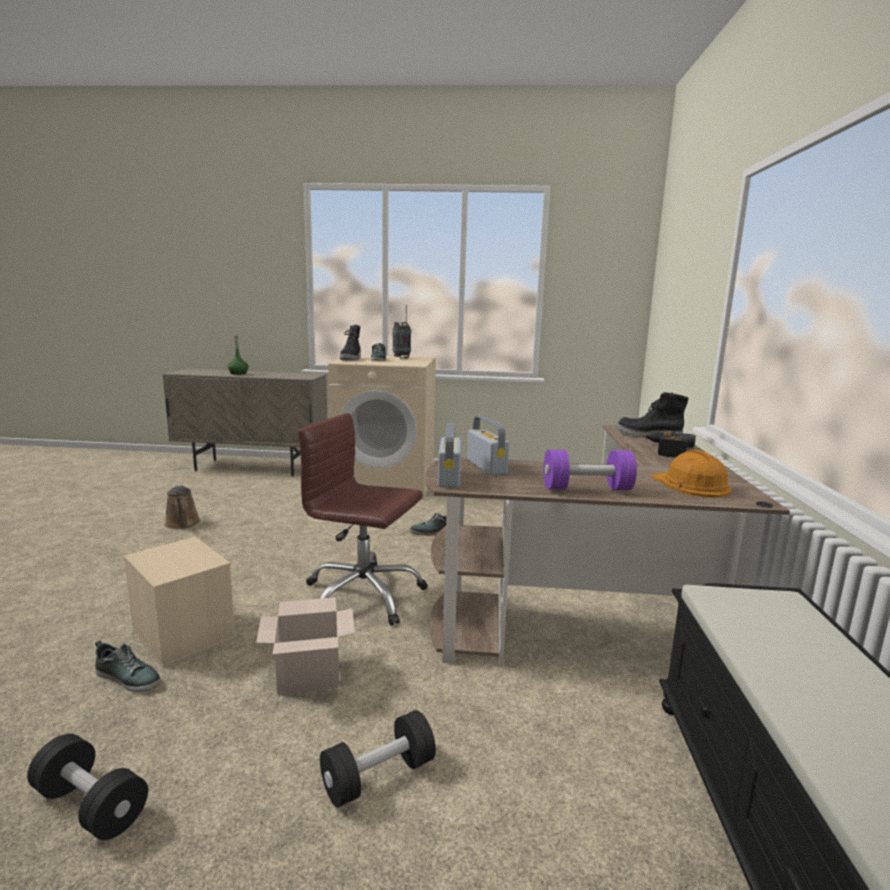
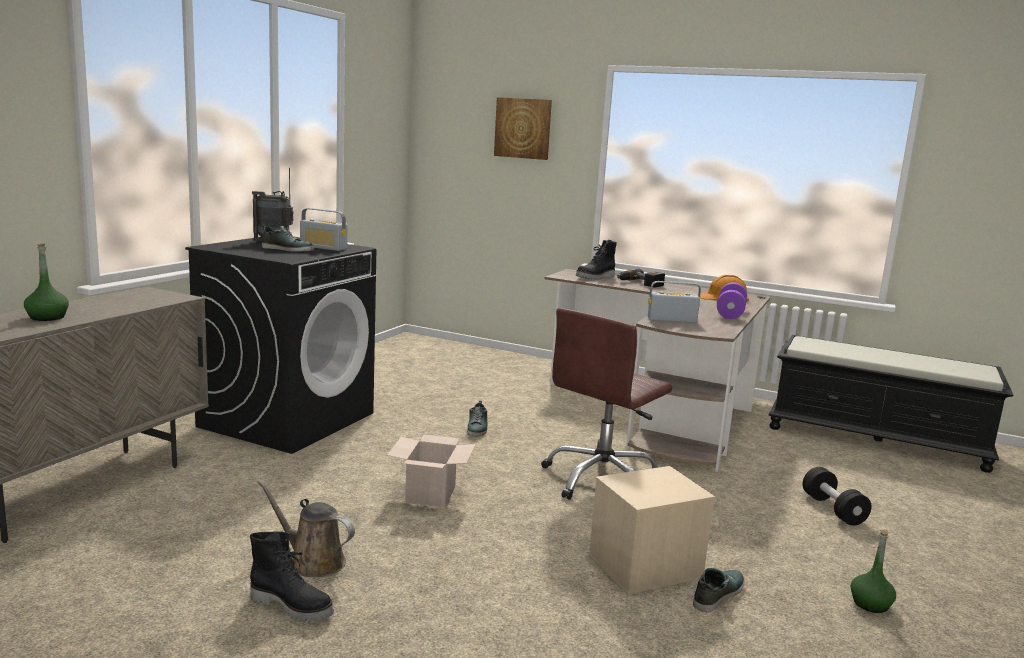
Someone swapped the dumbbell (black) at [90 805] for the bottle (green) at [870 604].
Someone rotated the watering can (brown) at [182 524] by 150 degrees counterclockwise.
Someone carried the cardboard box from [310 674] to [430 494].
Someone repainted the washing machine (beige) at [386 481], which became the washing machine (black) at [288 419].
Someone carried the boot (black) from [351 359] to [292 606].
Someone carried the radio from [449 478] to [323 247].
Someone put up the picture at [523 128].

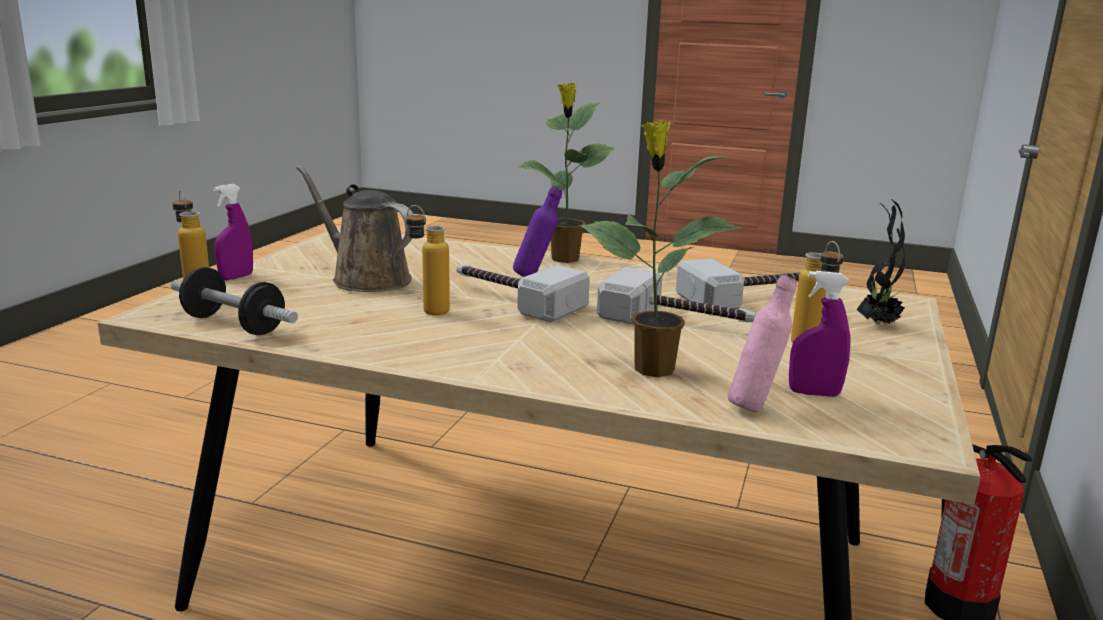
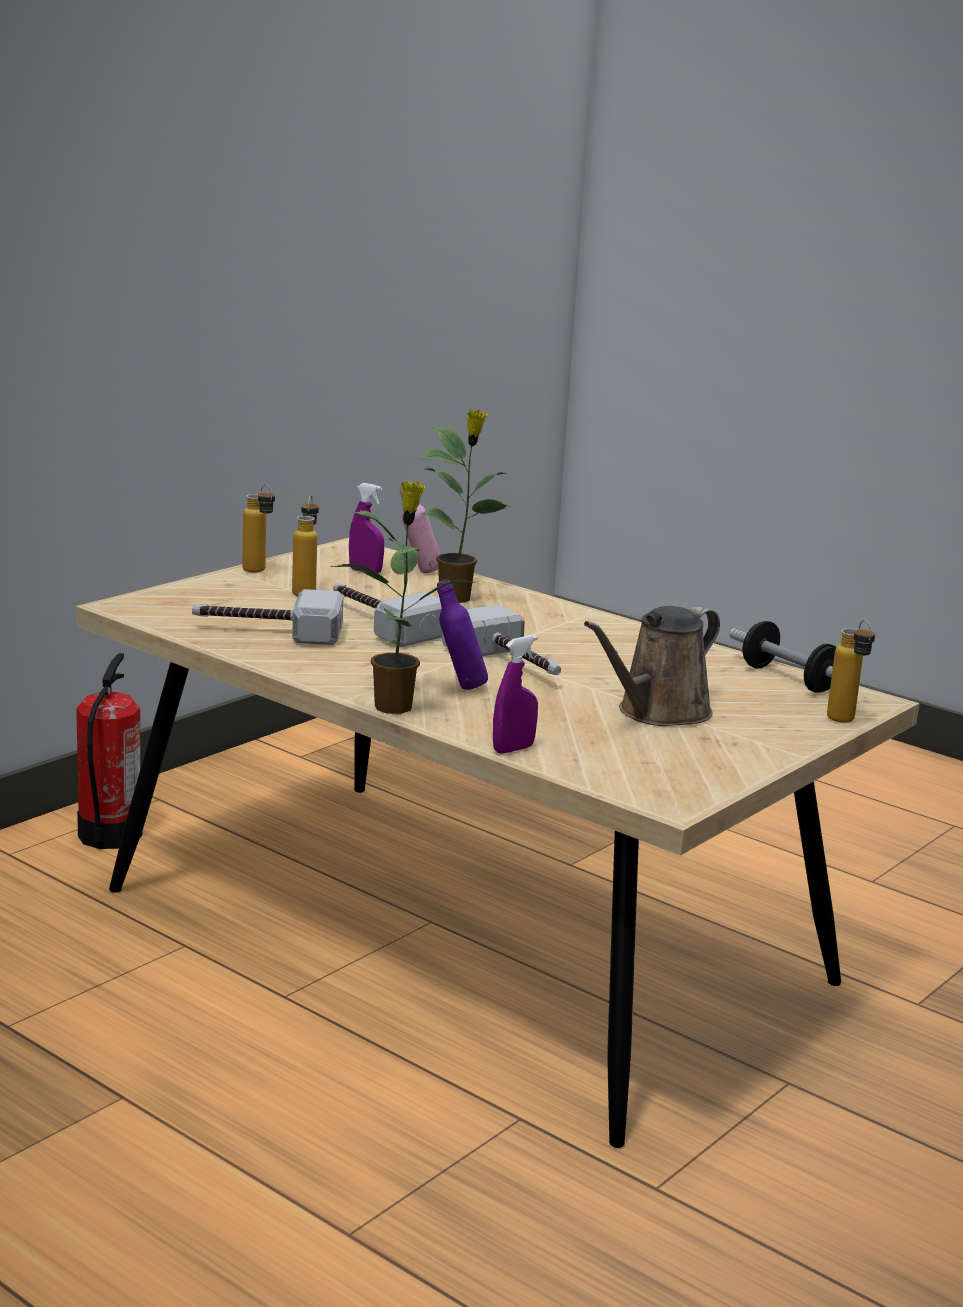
Someone carried the spray bottle (purple) from [236 277] to [513 749].
Someone rotated the watering can (brown) at [365 279] by 75 degrees clockwise.
Someone carried the bottle from [427 309] to [259 572].
Someone took away the potted plant at [878 324].

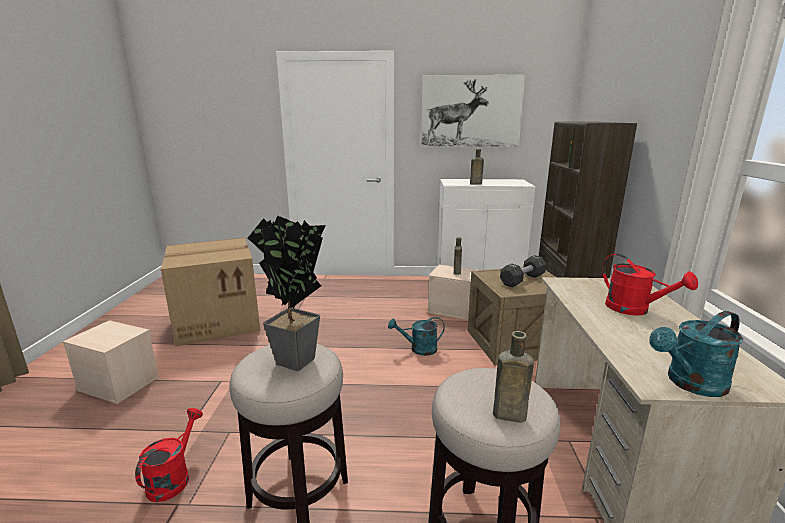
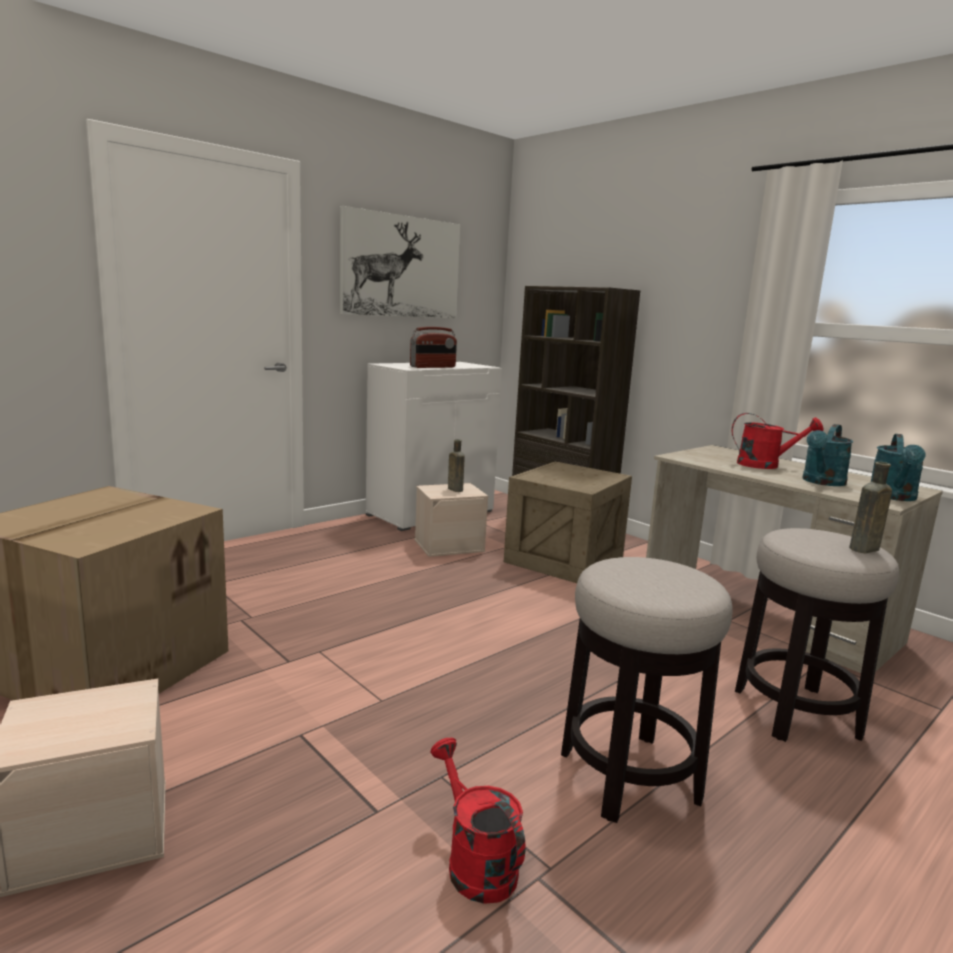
Someone took away the potted plant at [298 364].
Someone carried the watering can (turquoise) from [418 349] to [821 482].
Someone swapped the bottle (brown) at [475 184] for the radio at [433 367].
Someone took away the dumbbell (black) at [522 280].

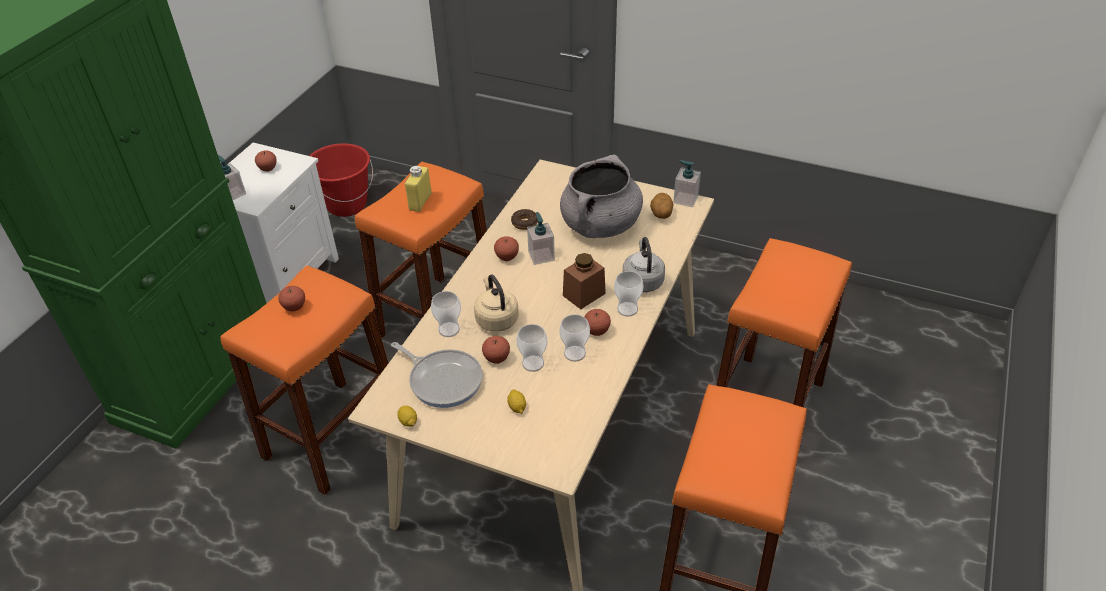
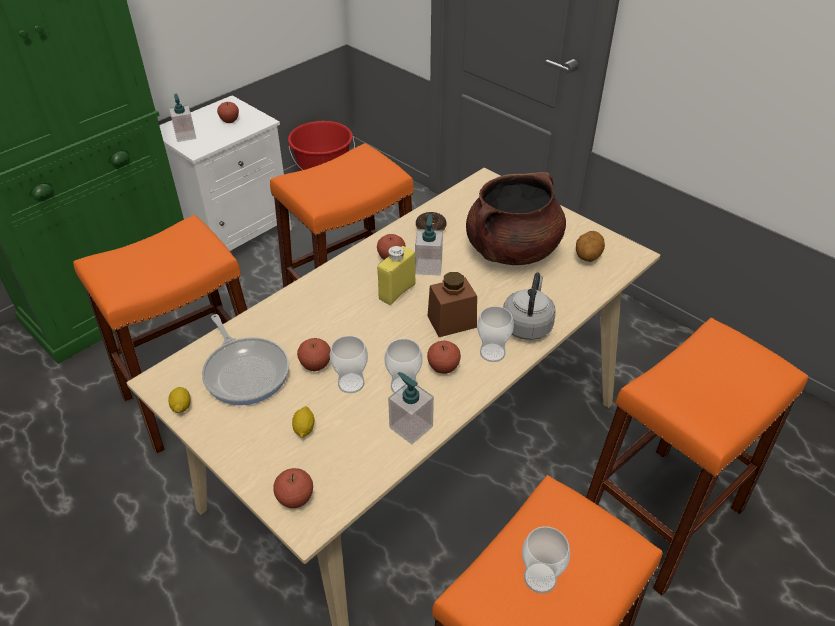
Someone carried the apple from [294 307] to [295 498].
Someone carried the bottle (yellow) from [420 202] to [397 291].
Someone carried the cup from [449 329] to [540 578].
Someone took away the kettle (beige) at [496 319].
Someone repainted the cooking pot (grey) at [600 225], which became the cooking pot (brown) at [512 251].
Someone carried the soap dispenser from [685 199] to [411 427].

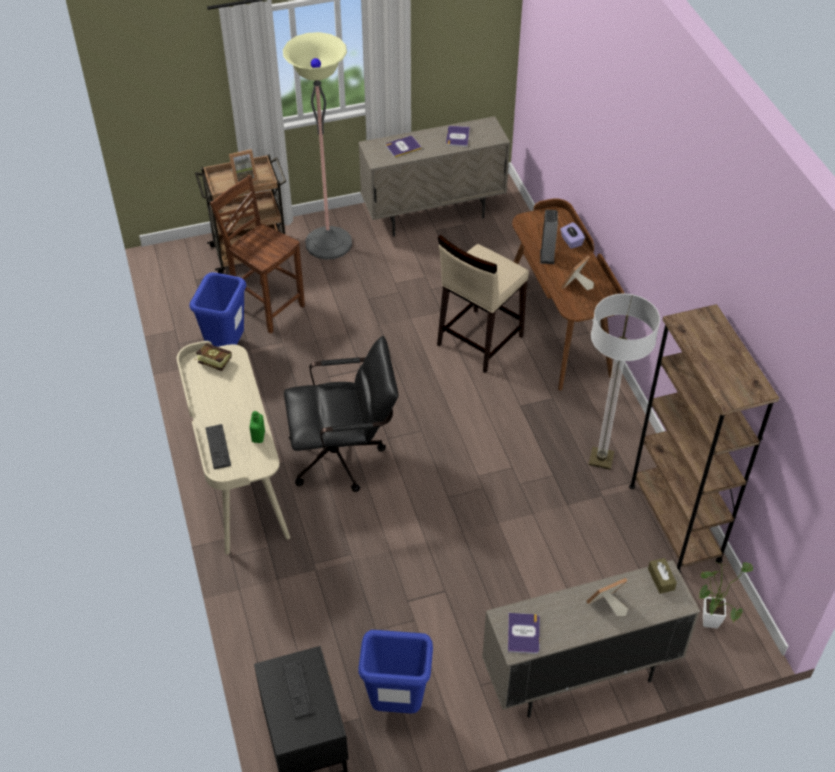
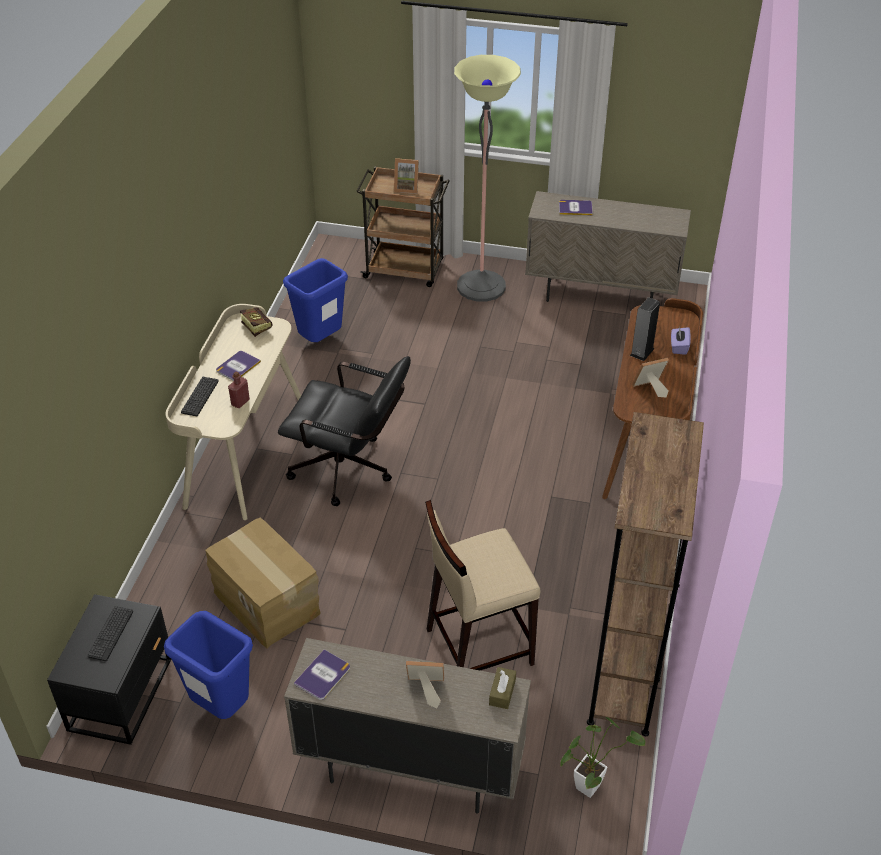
Someone took away the chair (brown) at [266 306].
Someone repainted the bottle (green) at [258 436], which became the bottle (red) at [240 402].
Someone carried the stool (beige) from [479 341] to [478 646].
Someone carried the book from [457 137] to [238 366].
Someone took away the floor lamp at [601 459].
Someone put down the cardboard box at [267 602].

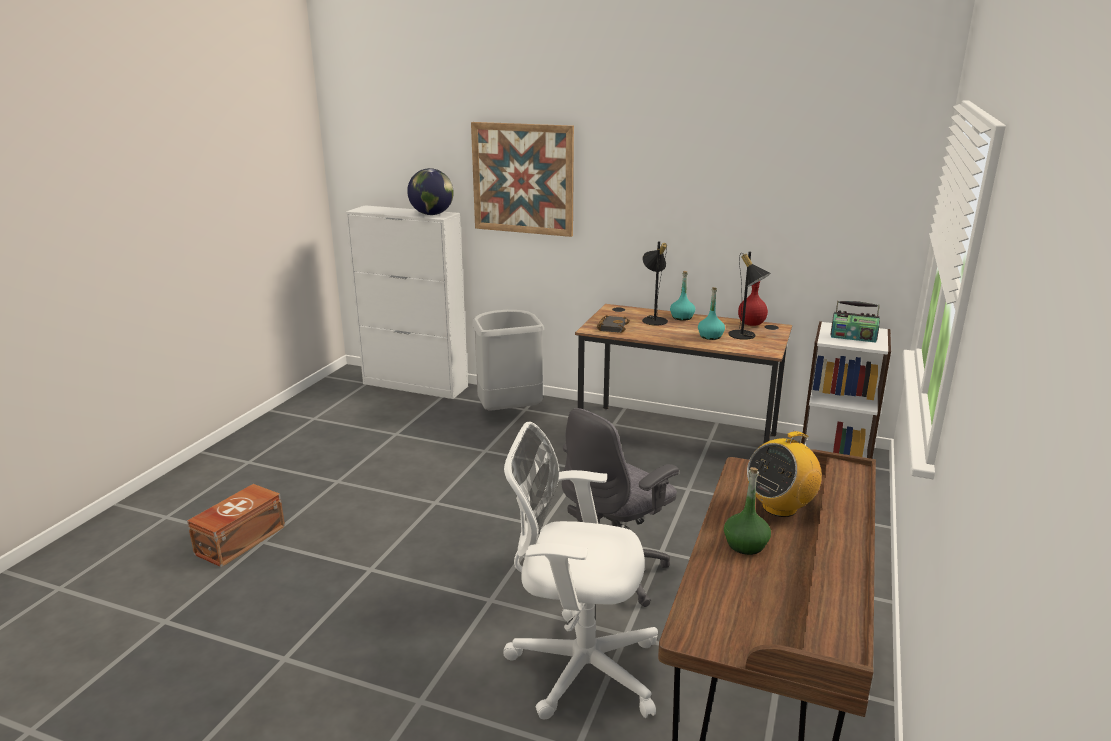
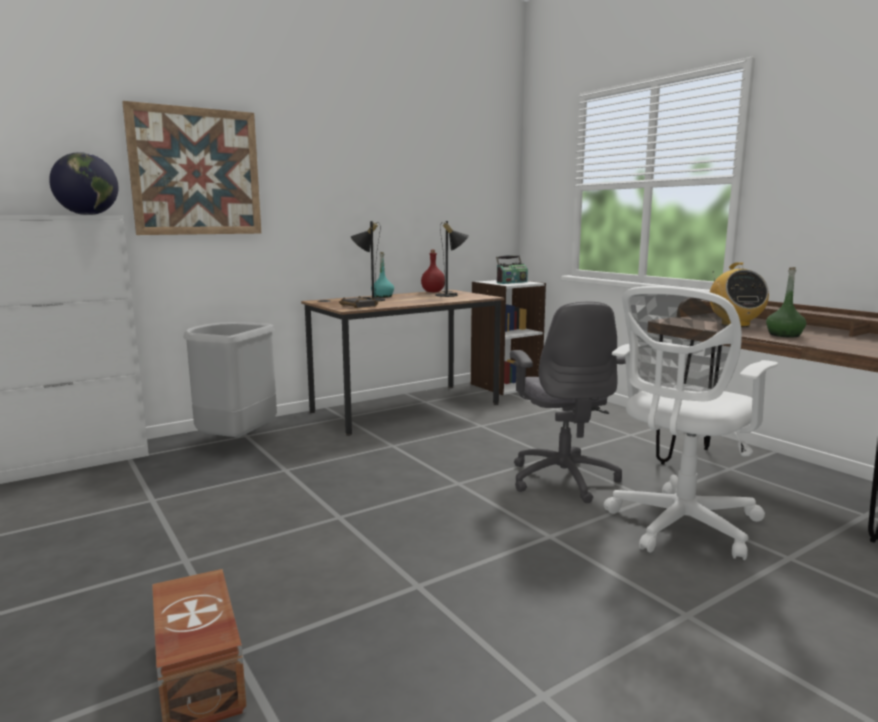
Someone took away the bottle (turquoise) at [710 336].

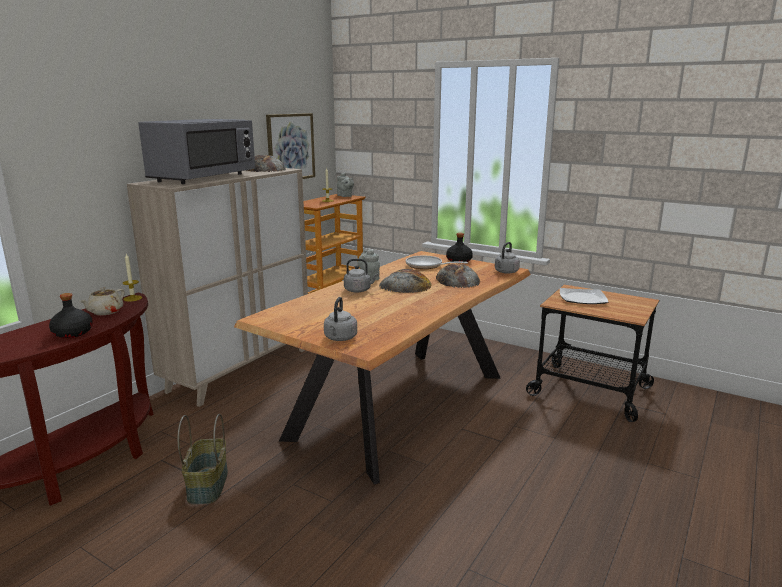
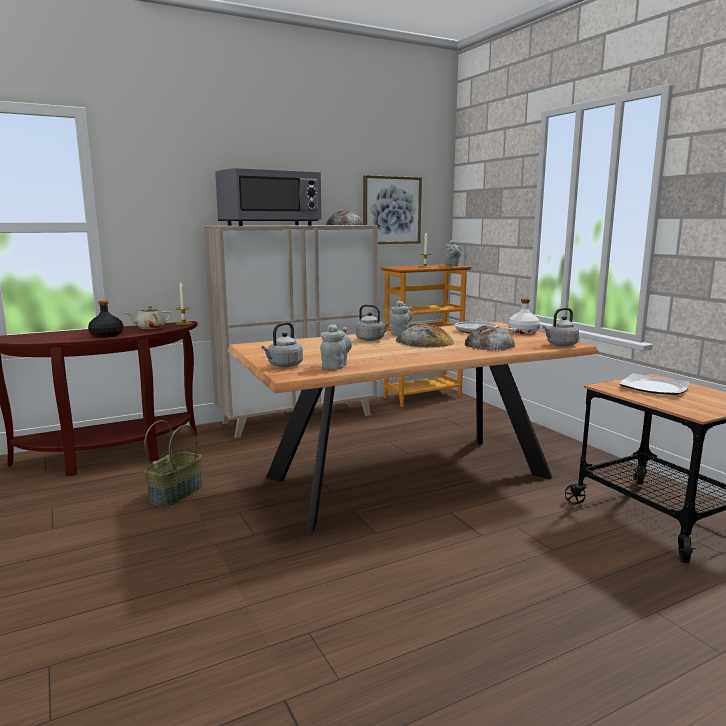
Someone repainted the bottle (black) at [458 261], which became the bottle (white) at [523 332].
Someone put down the teapot (grey) at [335 366].

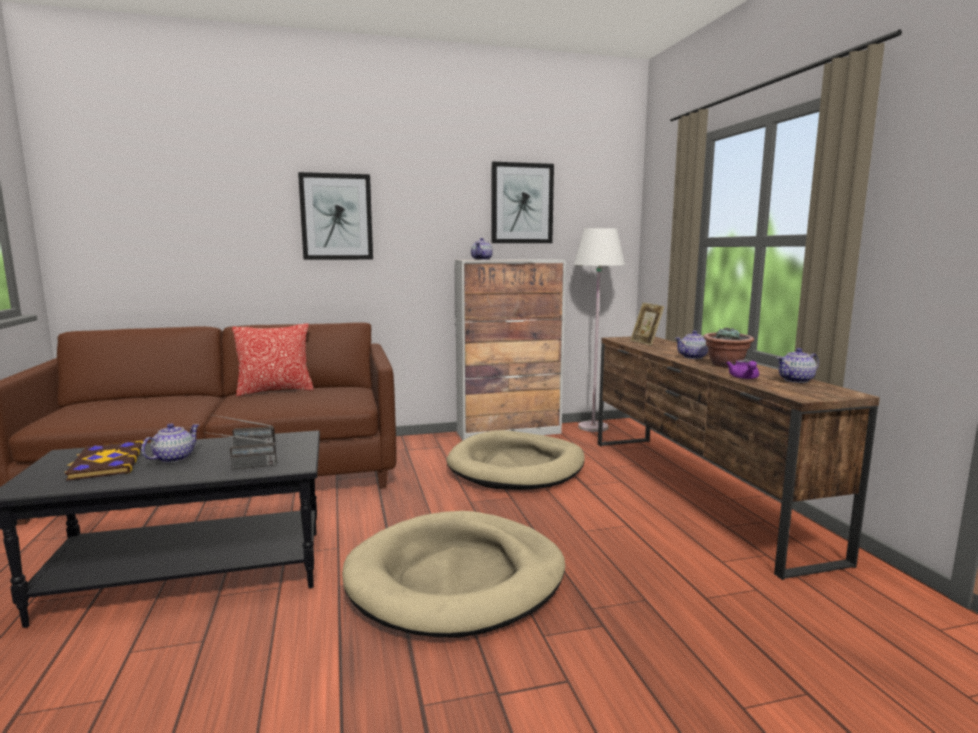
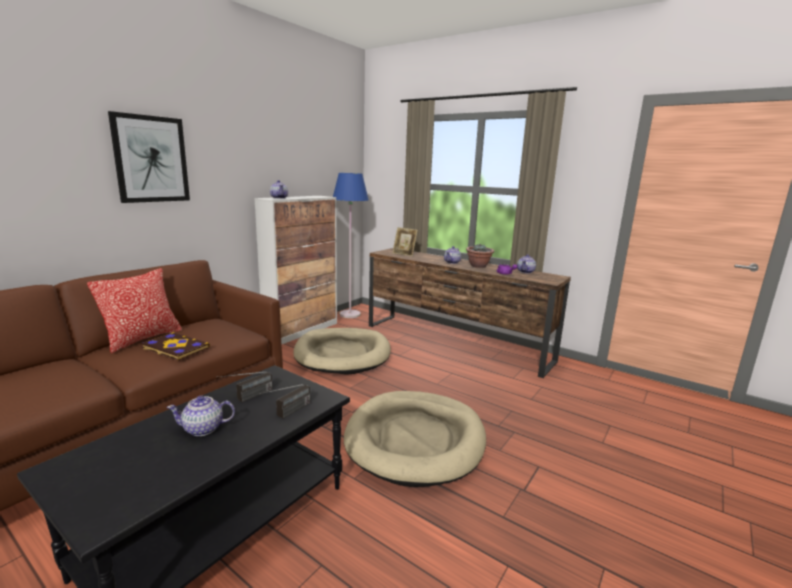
Someone carried the book from [106 463] to [175 348].
Someone rotated the teapot at [173 458] by 90 degrees counterclockwise.
Someone took away the picture at [522 203].
Someone repainted the floor lamp (white) at [593 427], which became the floor lamp (blue) at [350 314].

